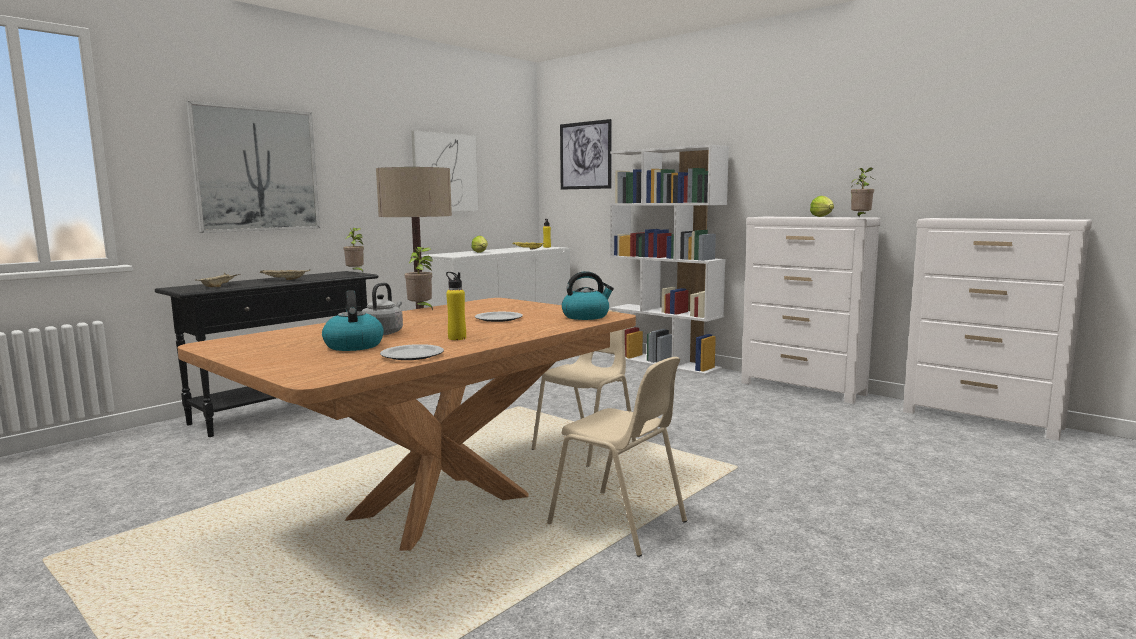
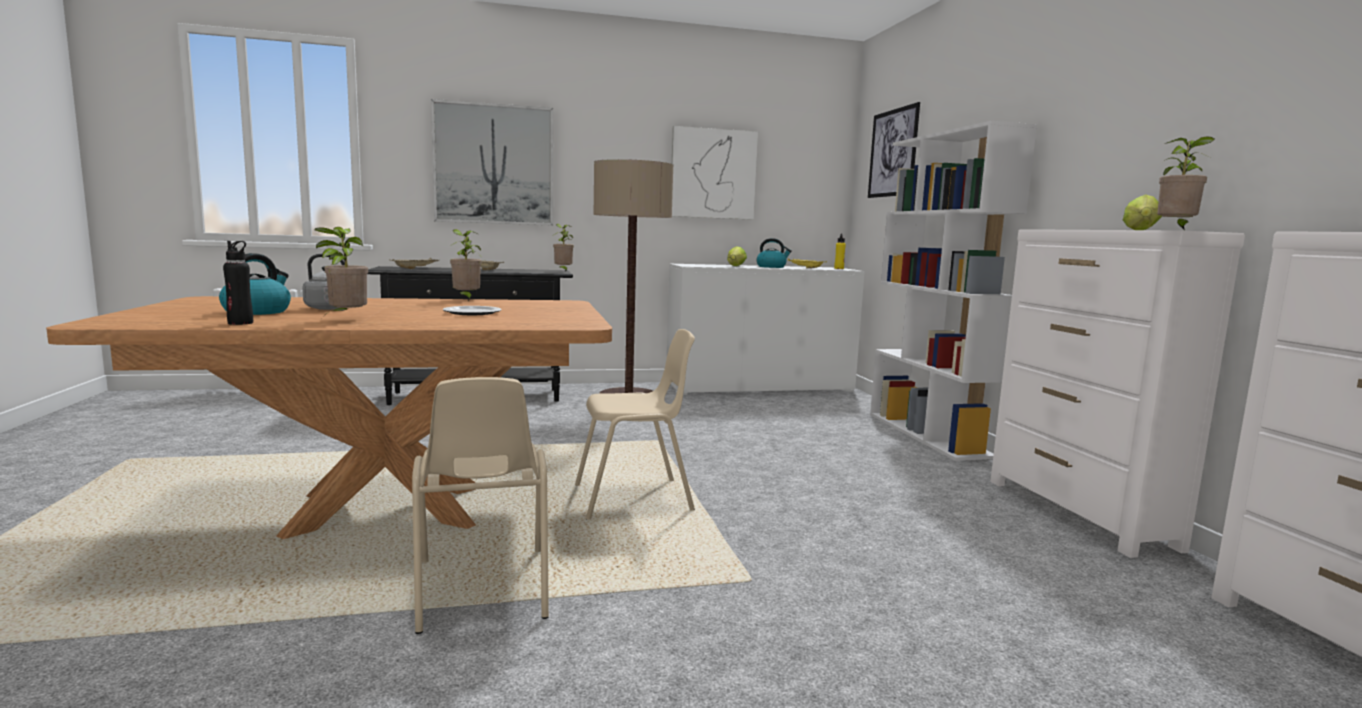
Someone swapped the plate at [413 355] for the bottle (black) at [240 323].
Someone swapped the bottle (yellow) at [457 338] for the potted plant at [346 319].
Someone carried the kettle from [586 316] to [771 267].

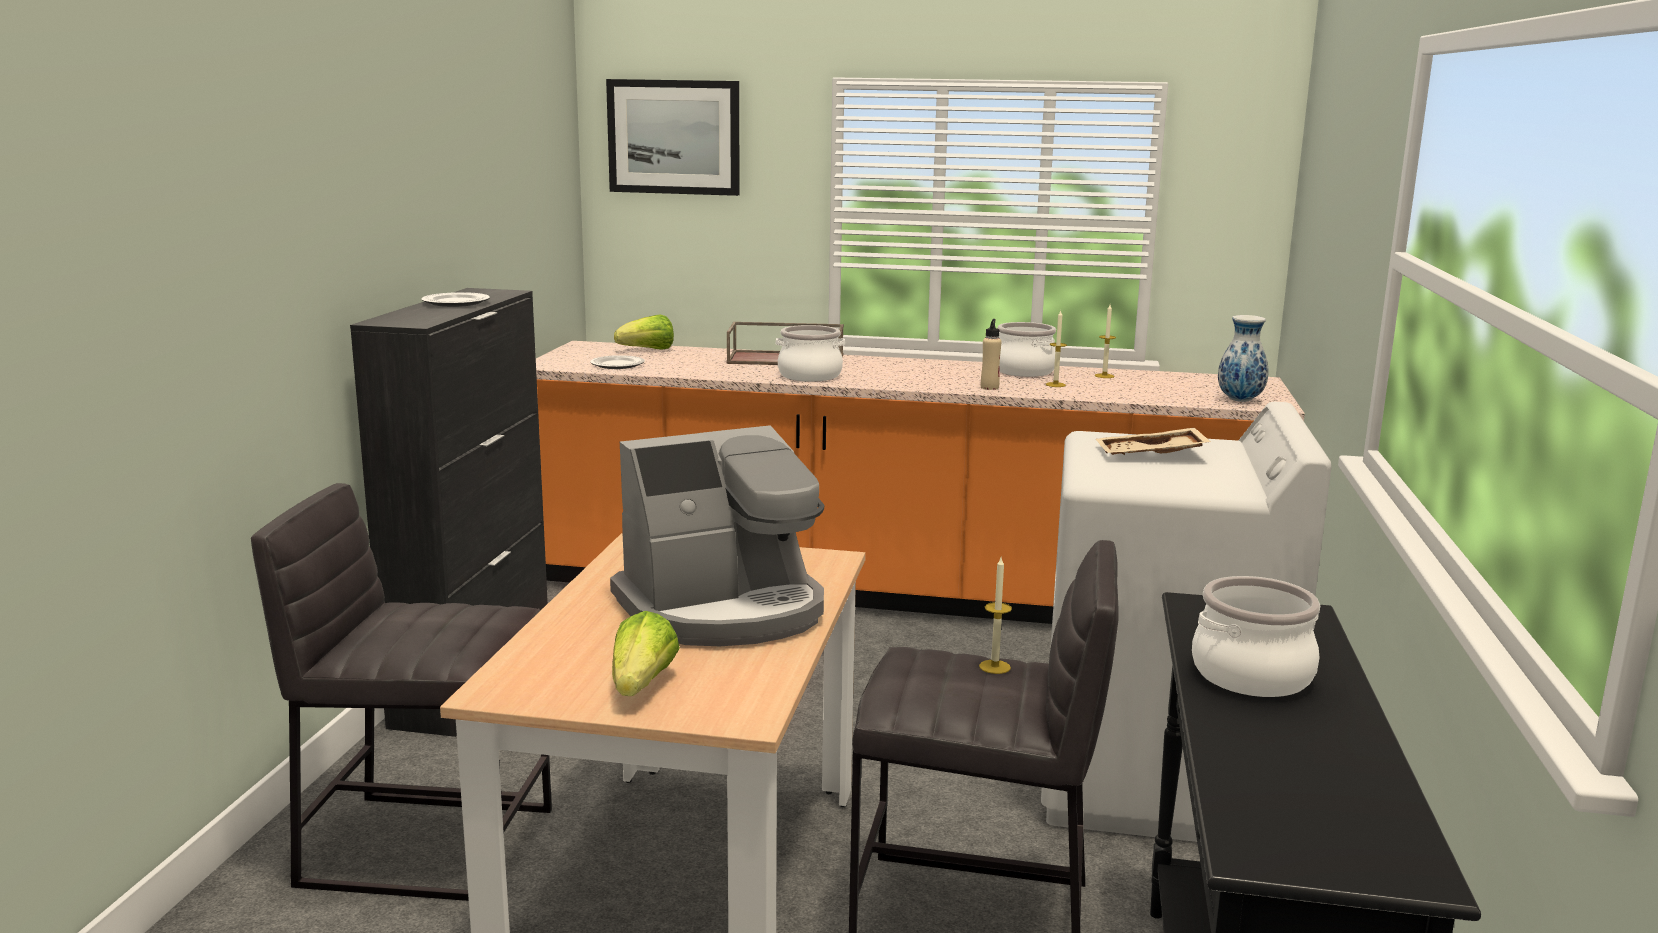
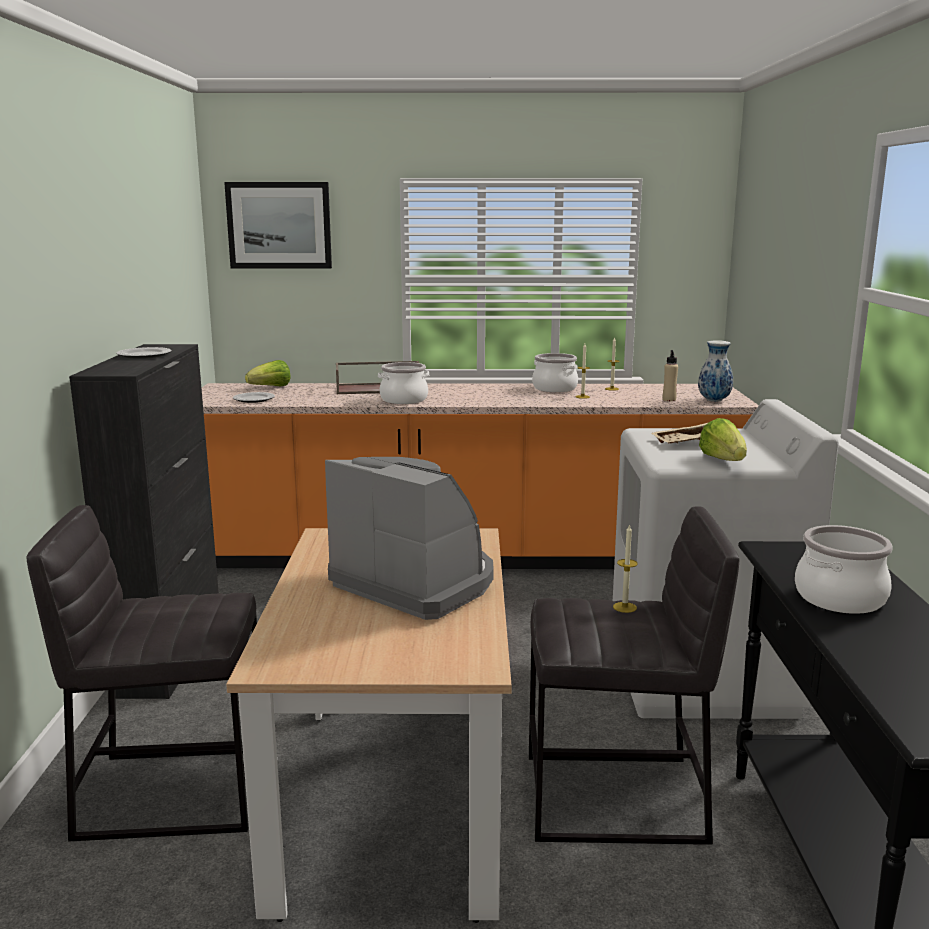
Someone rotated the coffee machine at [724 610] by 105 degrees counterclockwise.
Someone carried the lettuce from [642 685] to [723 461].
Someone carried the bottle (beige) from [989 387] to [669 400].

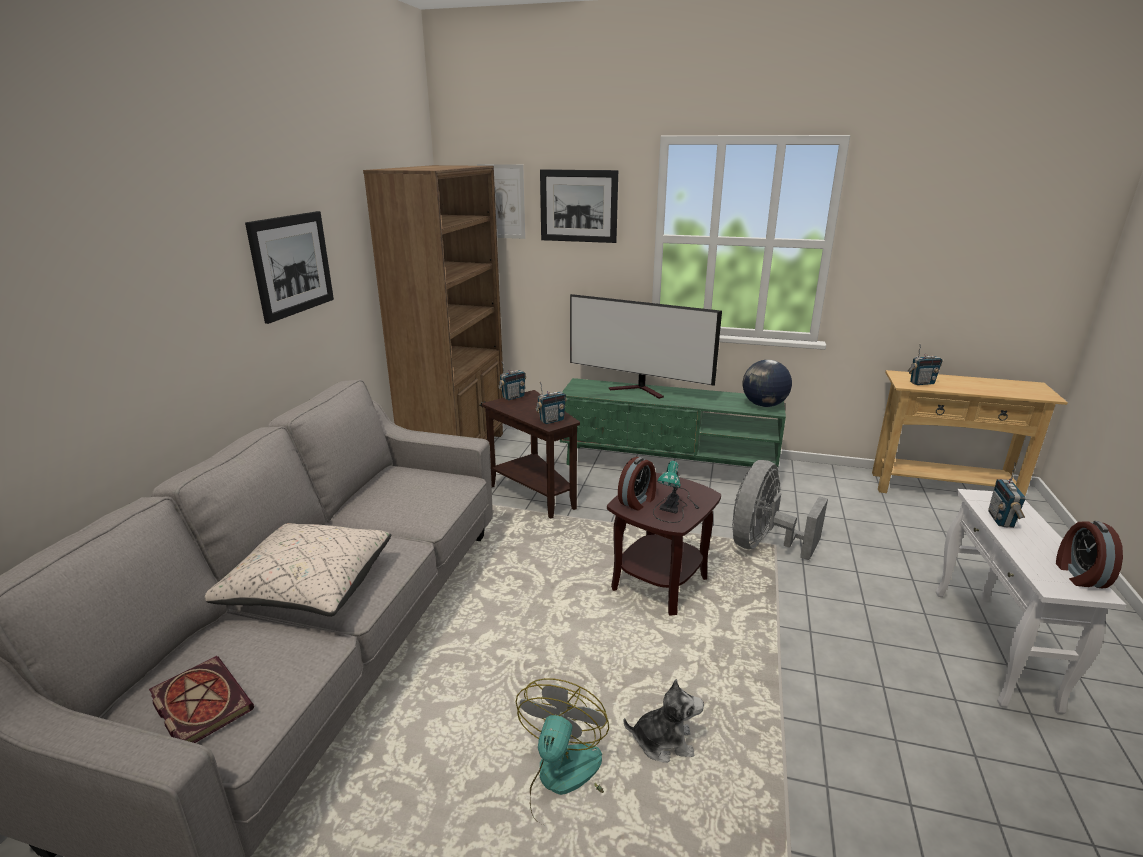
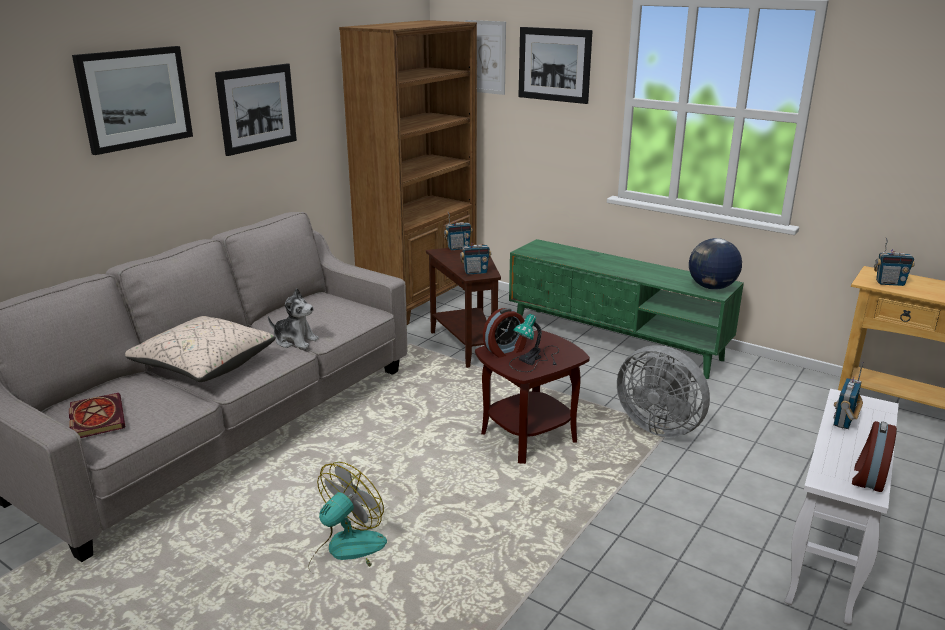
Someone took away the television at [640 390].
Someone carried the plush toy from [663 741] to [295 341].
Someone rotated the fan (grey) at [763 544] by 105 degrees counterclockwise.
Someone put up the picture at [135 98].

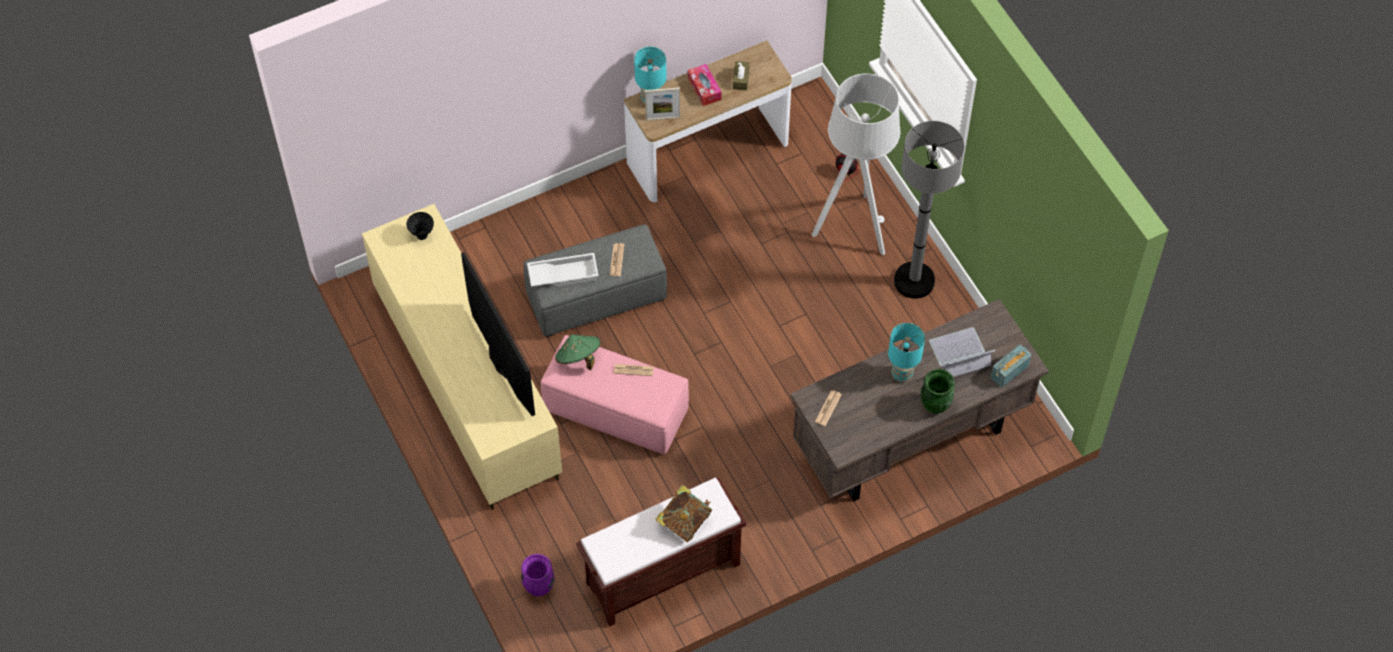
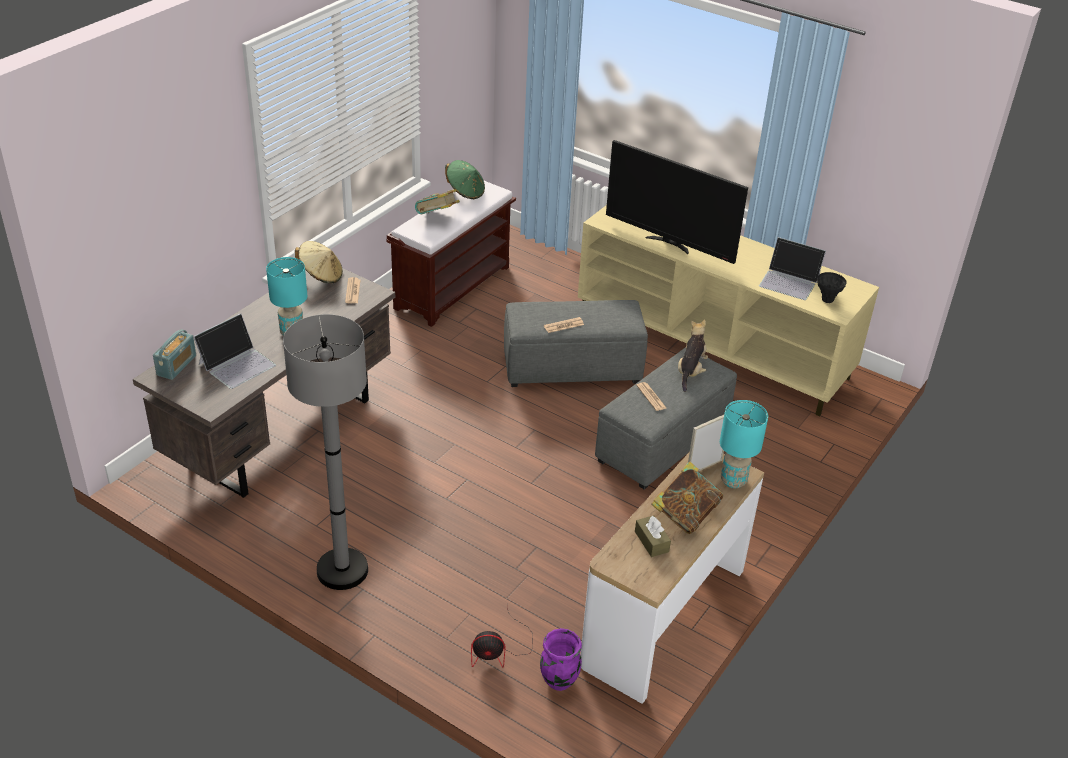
Someone carried the vase (purple) from [539 587] to [559 681].
Someone swapped the tray (white) at [563 273] for the plush toy at [690 371].
Someone repainted the ottoman (pink) at [615 410], which became the ottoman (grey) at [573 368].
Someone carried the hat (green) from [578 358] to [465 192].
Someone swapped the tissue box at [704 88] for the book at [685 515].
Someone took away the floor lamp (grey) at [854 228].
Someone took away the vase (green) at [935 405].
Someone put down the hat (beige) at [321 275].
Someone put down the laptop at [790 281].

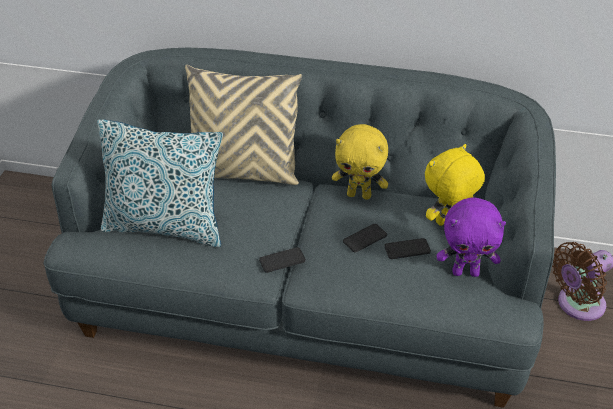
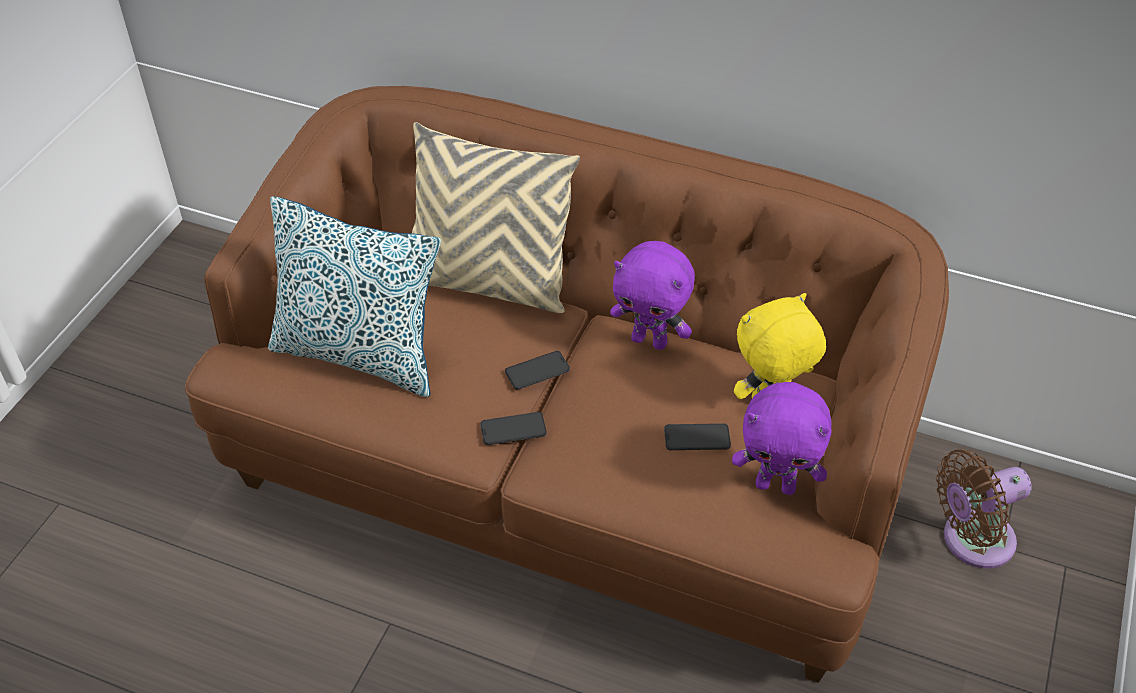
Someone repainted the sofa (grey) at [307 298], which became the sofa (brown) at [568 473].
Someone repainted the plush toy (yellow) at [359 195], which became the plush toy (purple) at [650 341].
Someone carried the phone from [365 238] to [537 370].

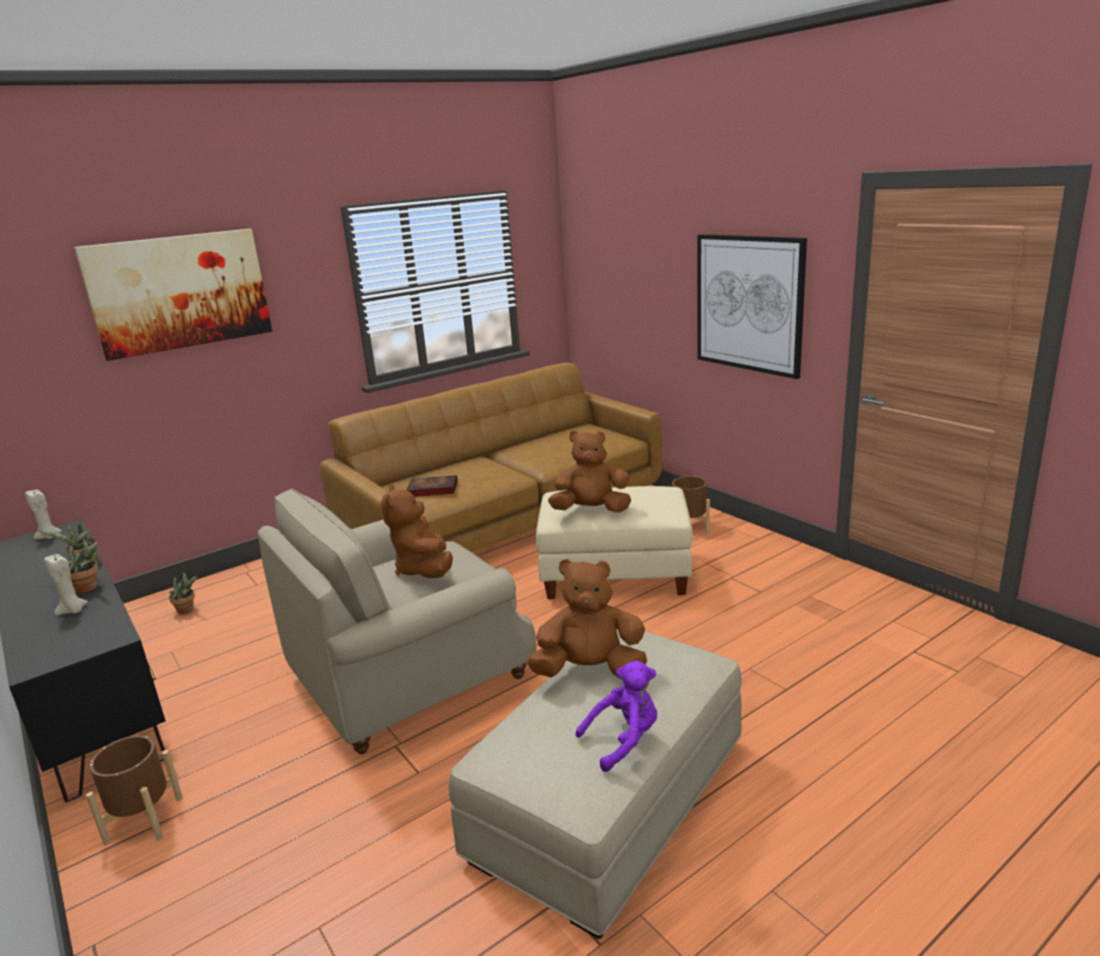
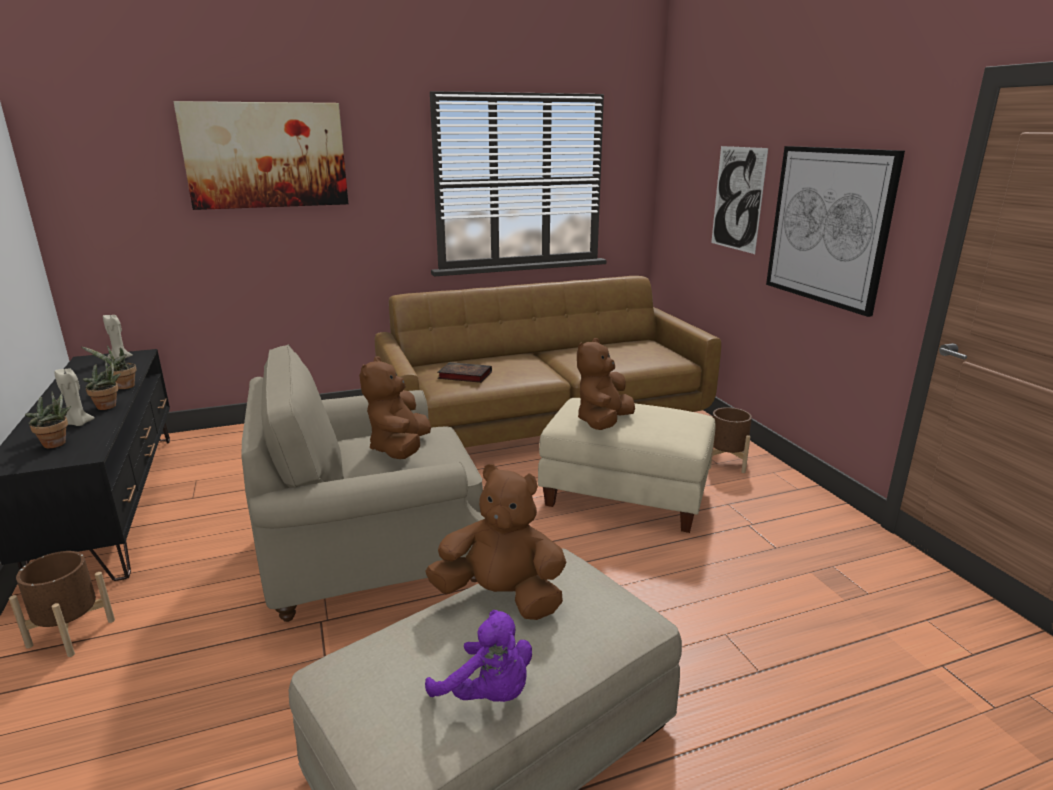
Someone carried the potted plant from [188 610] to [57 444].
Someone rotated the plush toy (brown) at [591 510] by 75 degrees counterclockwise.
Someone rotated the plush toy (purple) at [624 740] by 45 degrees clockwise.
Someone put up the picture at [737 199].

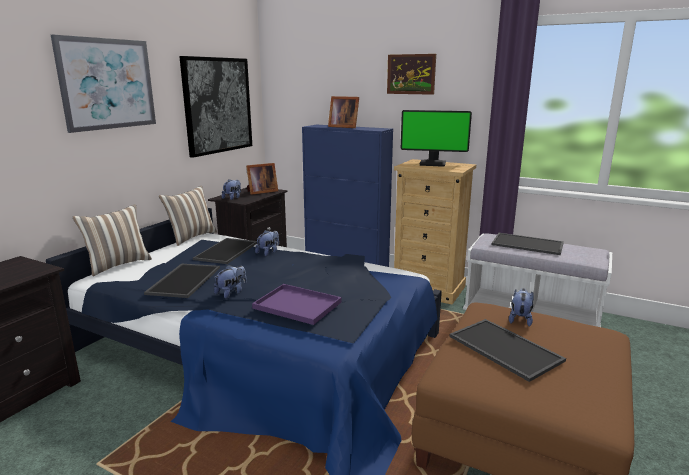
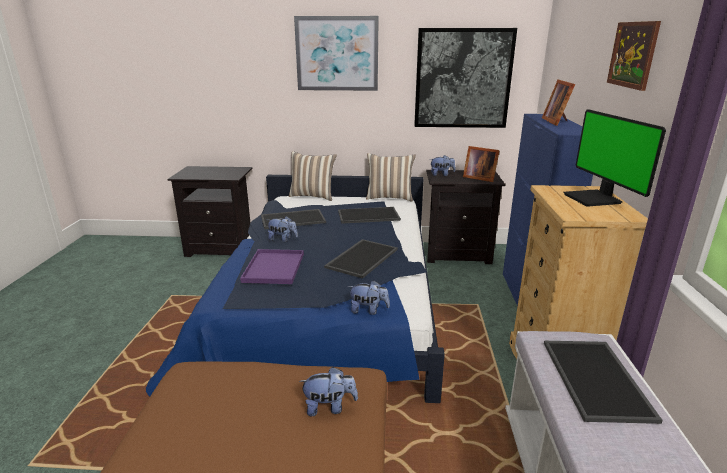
Someone carried the plush toy from [268 252] to [368 310].
Someone carried the tray from [503 348] to [361 257].

